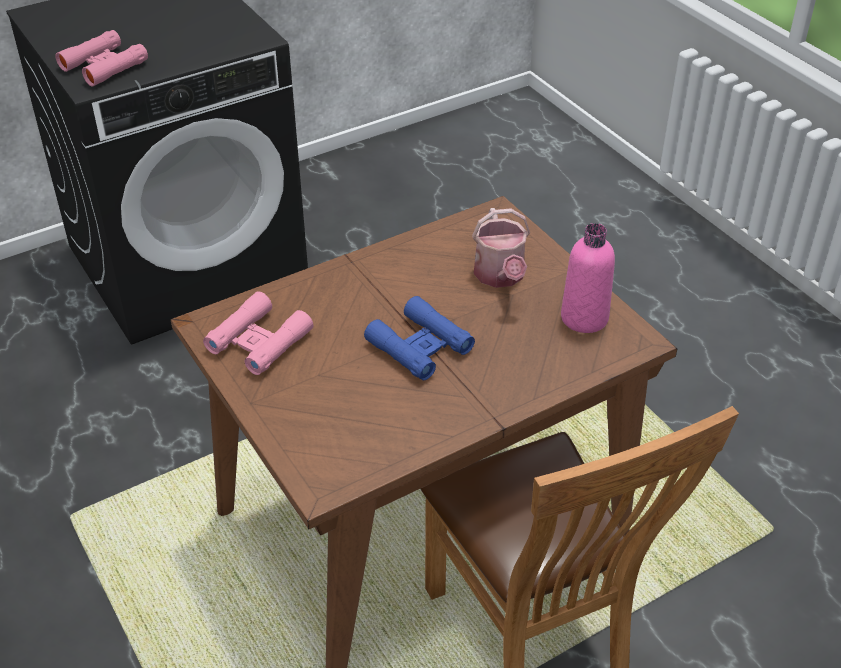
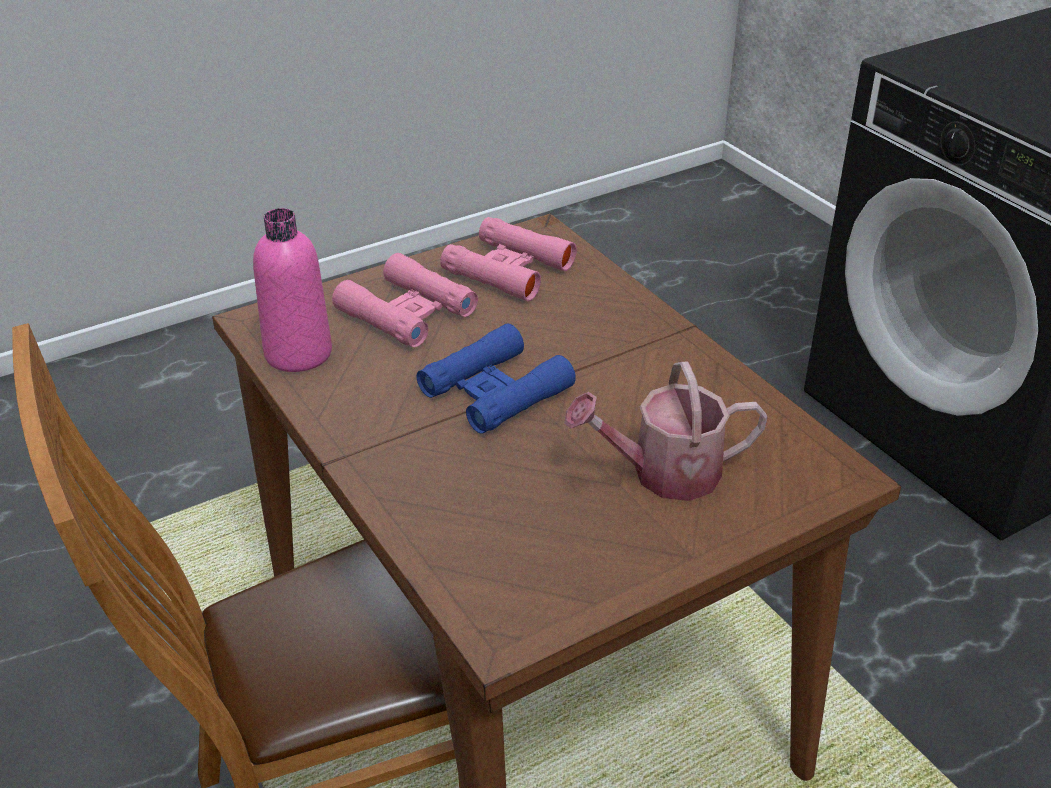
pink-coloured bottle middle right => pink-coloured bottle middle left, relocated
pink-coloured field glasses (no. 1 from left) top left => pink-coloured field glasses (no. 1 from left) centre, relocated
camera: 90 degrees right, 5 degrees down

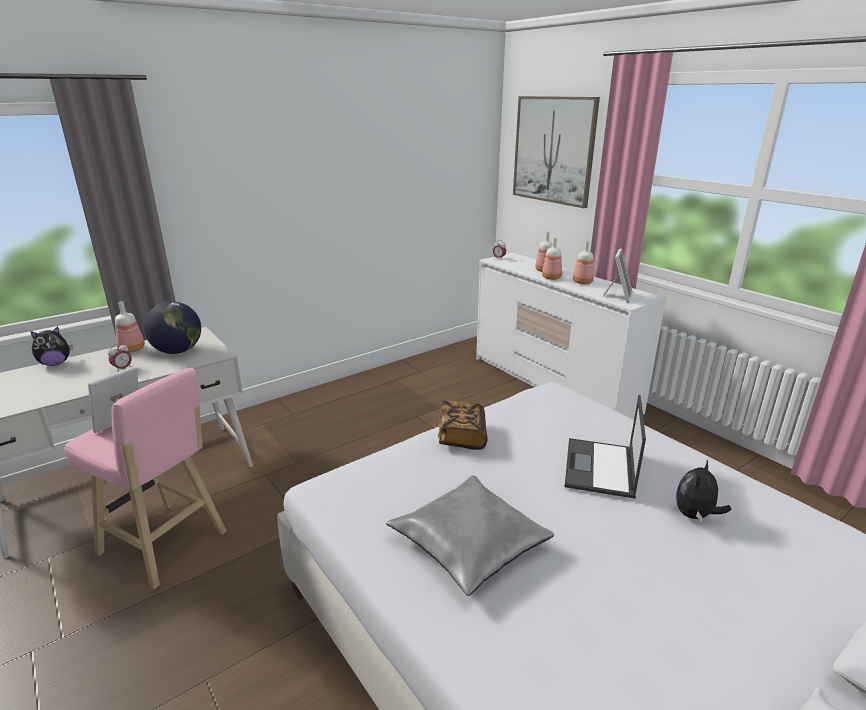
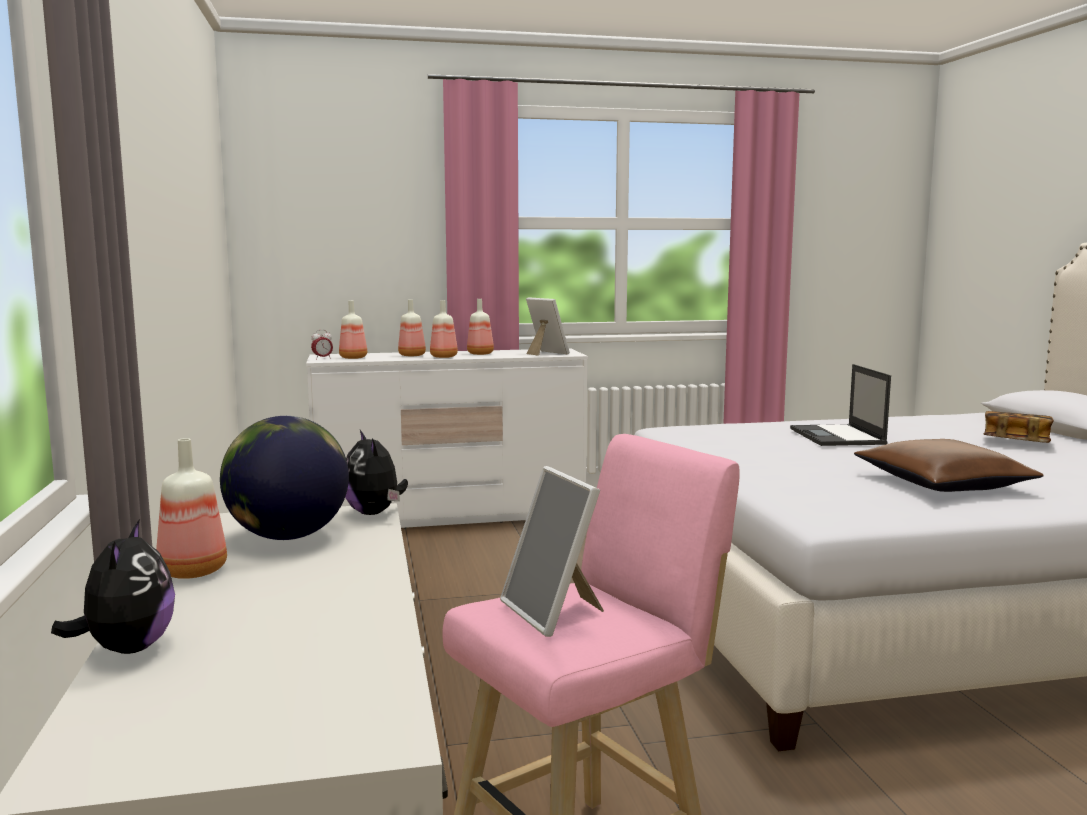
nothing => bottle (no. 2 from left) middle left
cuddly toy (no. 2 from left) bottom right => cuddly toy (no. 2 from left) centre, relocated
notebook computer middle right, 45 degrees clockwise
greyish pillow bottom centre => brown-coloured pillow middle right
book centre => book middle right, relocated
table clock (no. 1 from left) middle left => nothing
picture top centre => nothing
camera: 65 degrees left, 15 degrees down

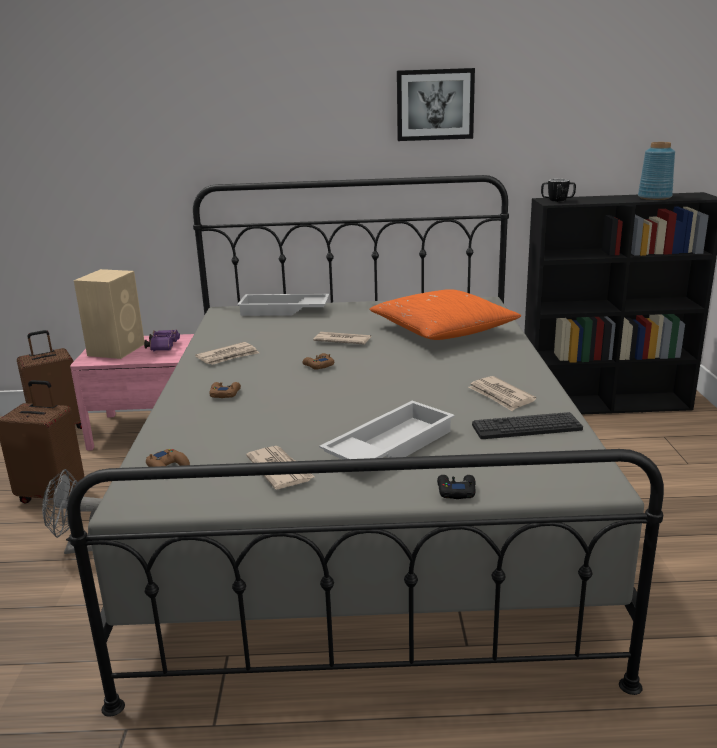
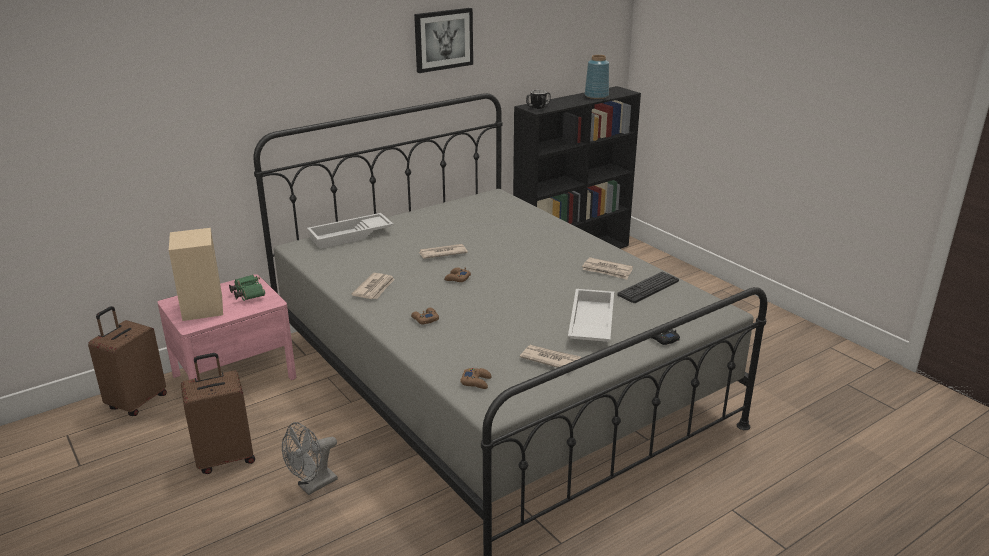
purplish field glasses middle left => green-coloured field glasses middle left
orange pillow centre => nothing
camera: 35 degrees left, 5 degrees up

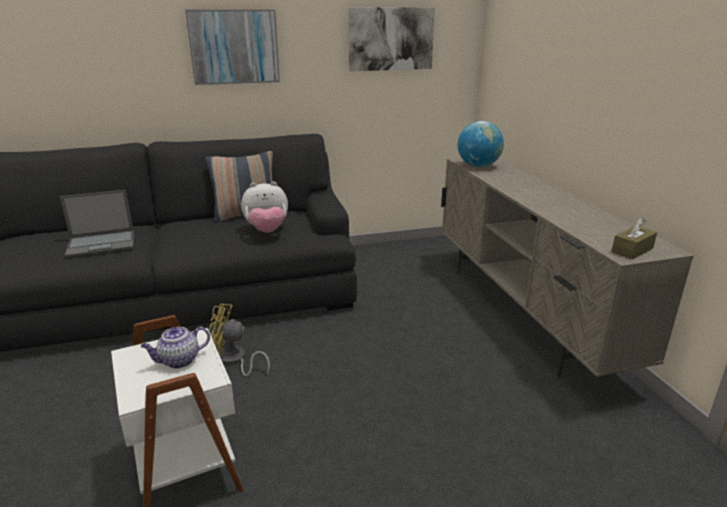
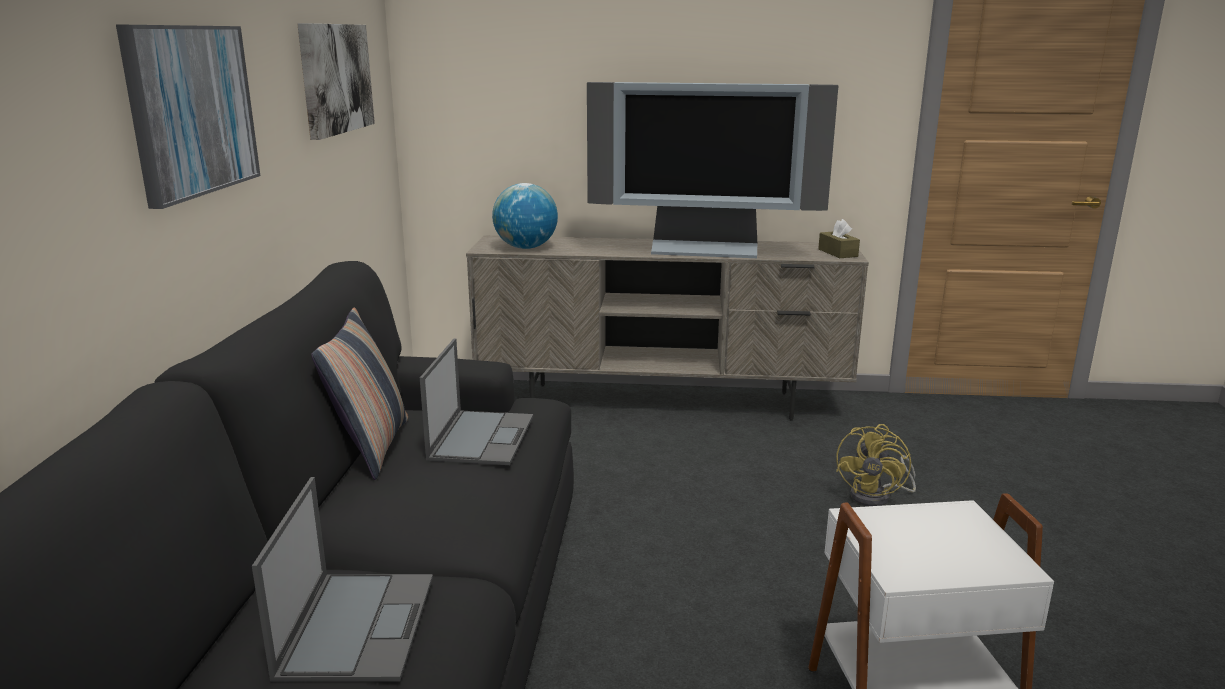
cuddly toy centre => notebook computer (no. 2 from left) centre
nothing => TV set top centre
yellow-coloured fan bottom left => yellow-coloured fan bottom right, relocated
tea pot bottom left => nothing
camera: 70 degrees left, 5 degrees down

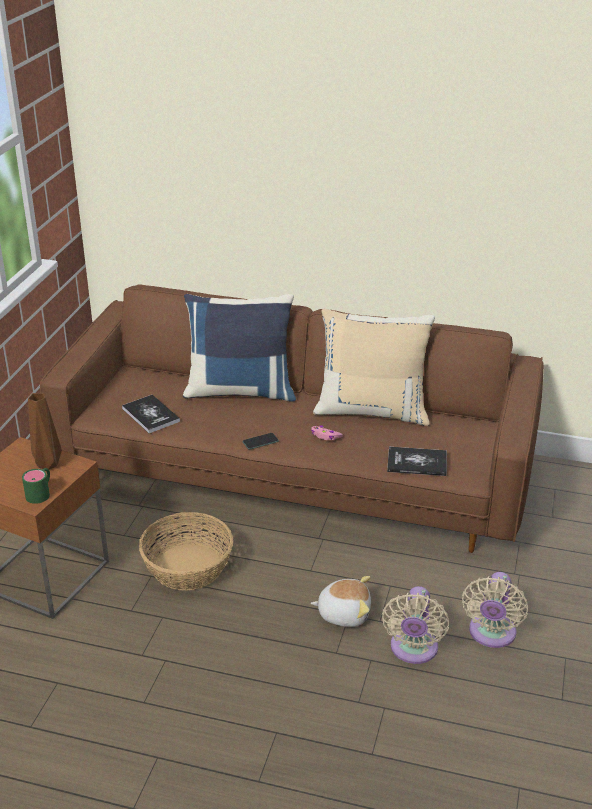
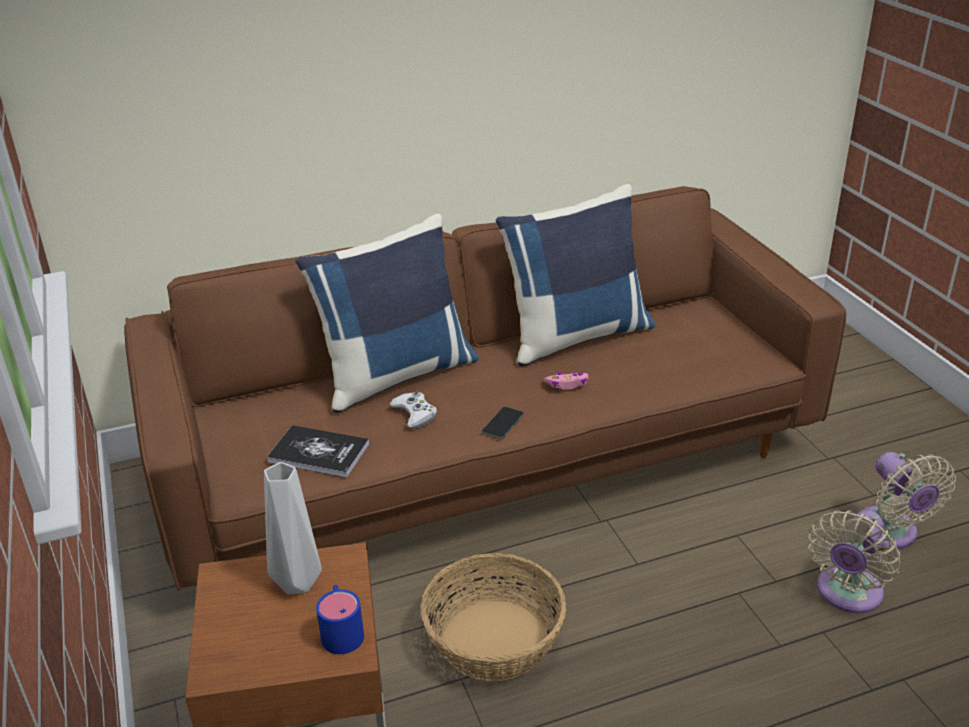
brown-coloured flower vase middle left => greyish flower vase bottom left
green-coloured coffee mug middle left => bluish coffee mug bottom centre
nothing => whitish joypad centre
sand-coloured pillow centre => bluish pillow (no. 2 from left) centre
sand-coloured fan (no. 1 from left) bottom right, 60 degrees clockwise
cuddly toy bottom centre => nothing
book (no. 2 from left) middle right => nothing
camera: 35 degrees left, 0 degrees up

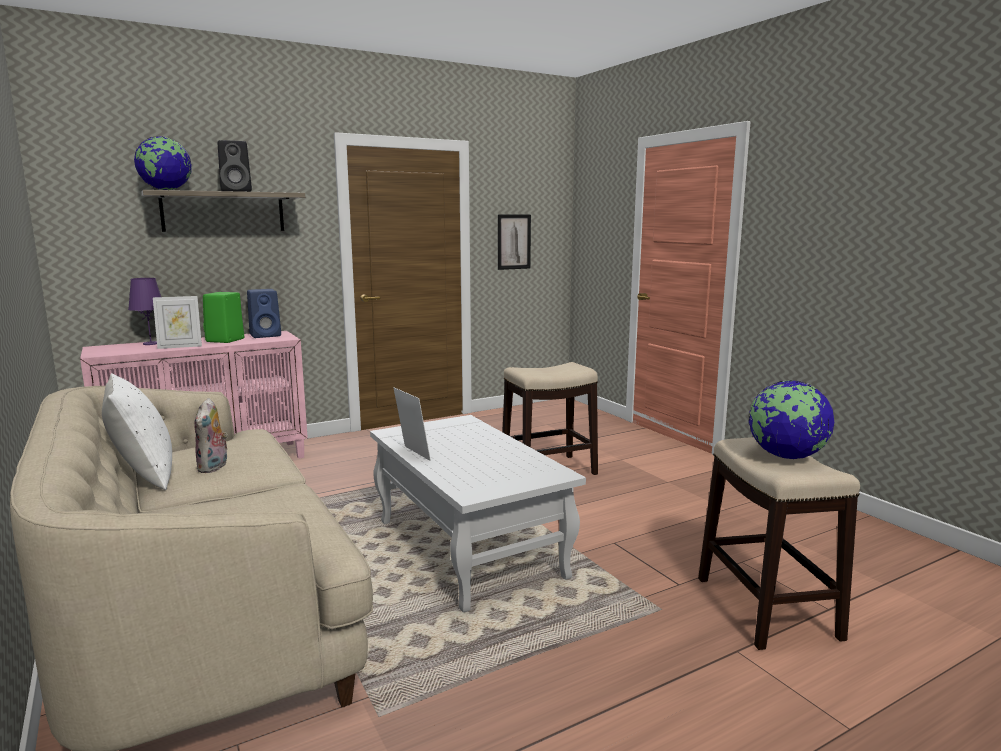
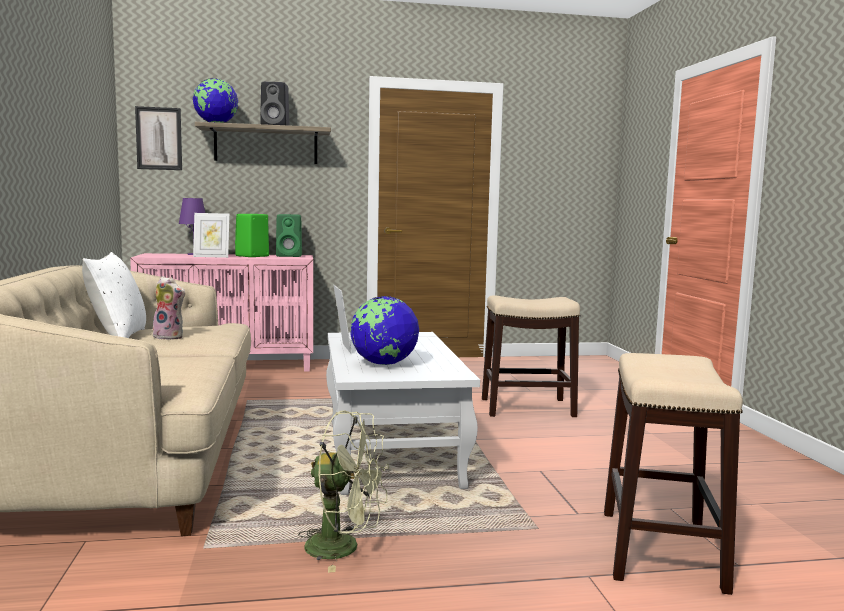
picture top centre => picture top left, relocated
cuddly toy middle left, 90 degrees counterclockwise
bluish speaker middle left => green-coloured speaker (no. 2 from left) centre
nothing => green-coloured fan bottom centre
desk globe (no. 2 from left) middle right => desk globe (no. 2 from left) centre, relocated
camera: 20 degrees right, 5 degrees down

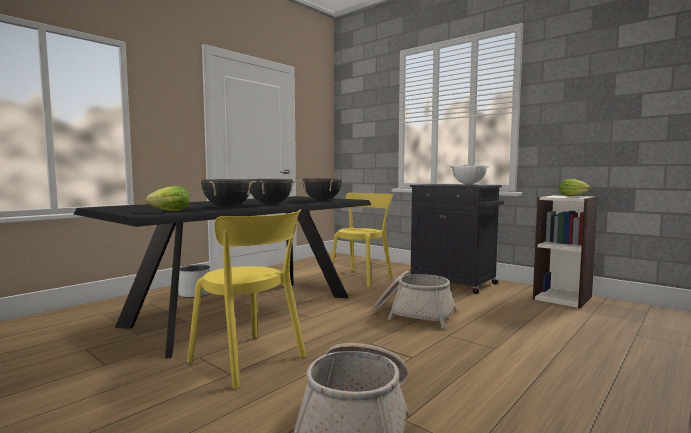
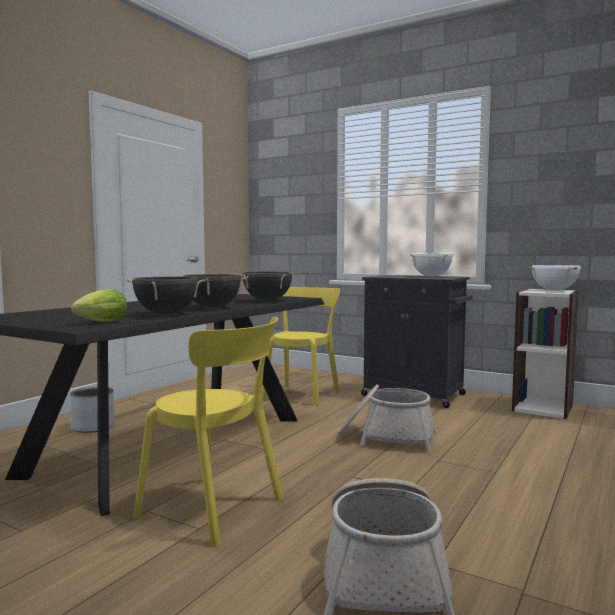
lettuce (no. 2 from left) middle right => whitish cooking pot (no. 2 from left) middle right
camera: 10 degrees left, 0 degrees up

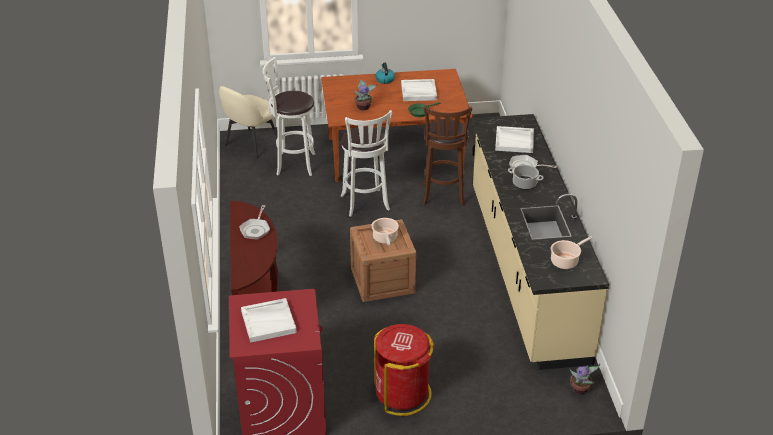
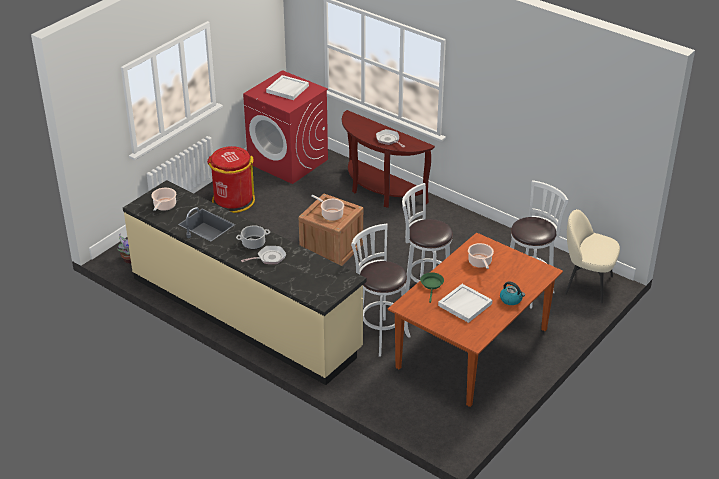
brown-coloured stool centre => whitish stool (no. 1 from left) centre
plant in a pot (no. 1 from left) top centre => cooking pot (no. 4 from left) middle right
sand-coloured plain chair top left => sand-coloured plain chair middle right, 60 degrees counterclockwise
whitish carrying tray (no. 3 from left) top centre => nothing
camera: 135 degrees right, 0 degrees up

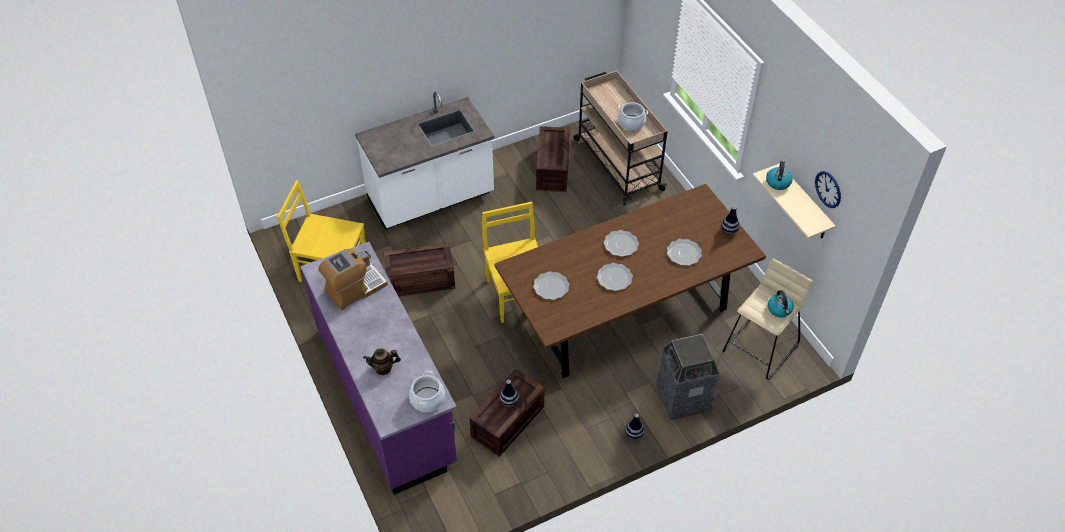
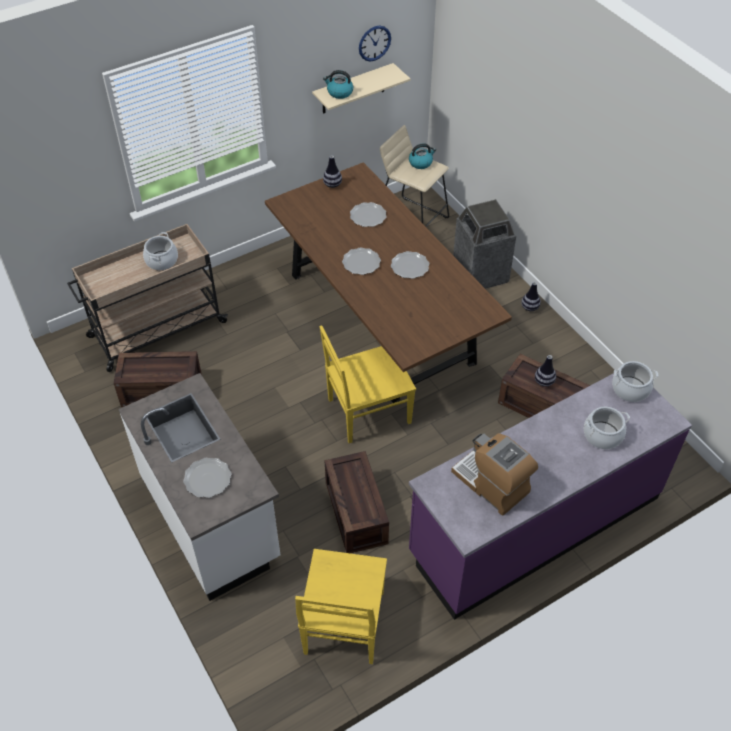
dinner plate (no. 1 from left) centre => dinner plate (no. 1 from left) middle left, relocated
tea pot bottom centre => cooking pot (no. 2 from left) middle right
camera: 95 degrees left, 0 degrees up

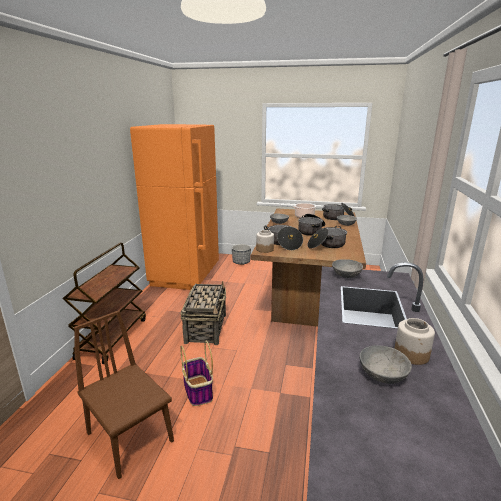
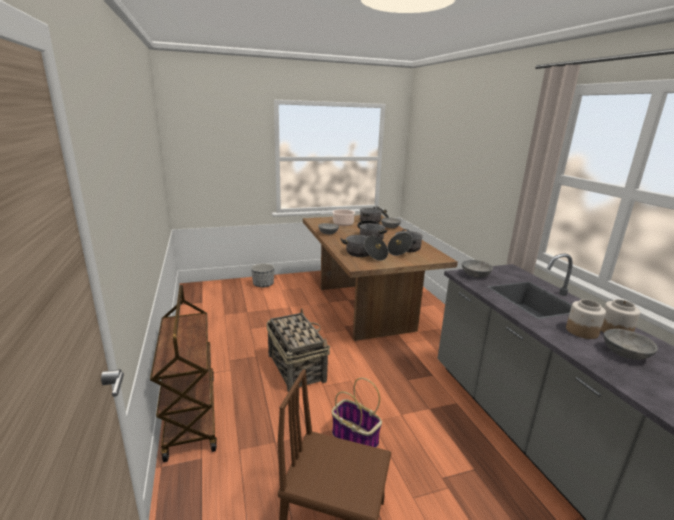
storage jar (no. 1 from left) centre => storage jar (no. 1 from left) middle right, relocated
orange fridge centre => nothing
camera: 30 degrees left, 0 degrees up

